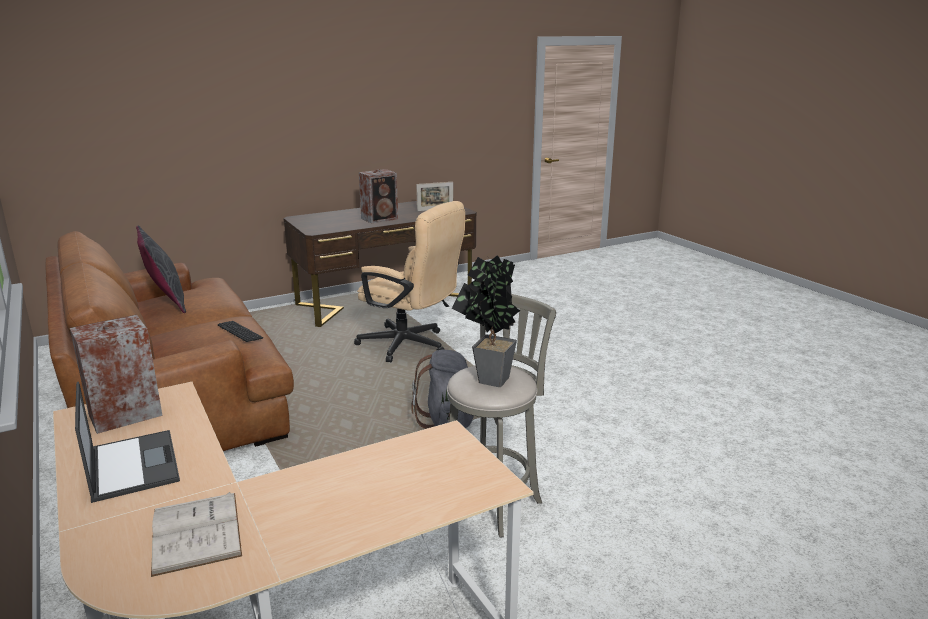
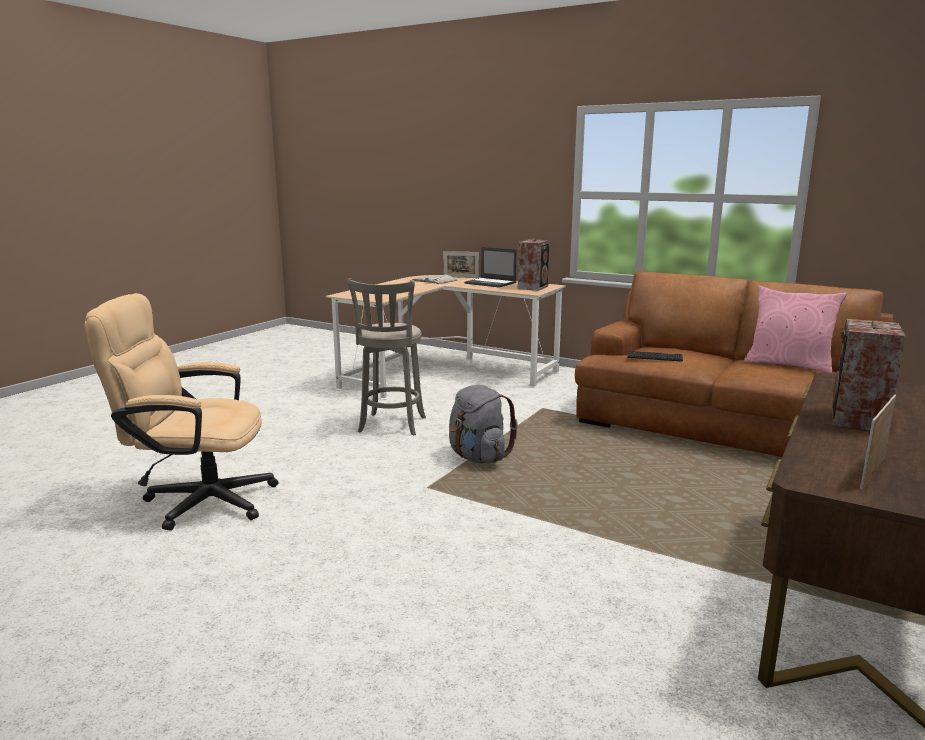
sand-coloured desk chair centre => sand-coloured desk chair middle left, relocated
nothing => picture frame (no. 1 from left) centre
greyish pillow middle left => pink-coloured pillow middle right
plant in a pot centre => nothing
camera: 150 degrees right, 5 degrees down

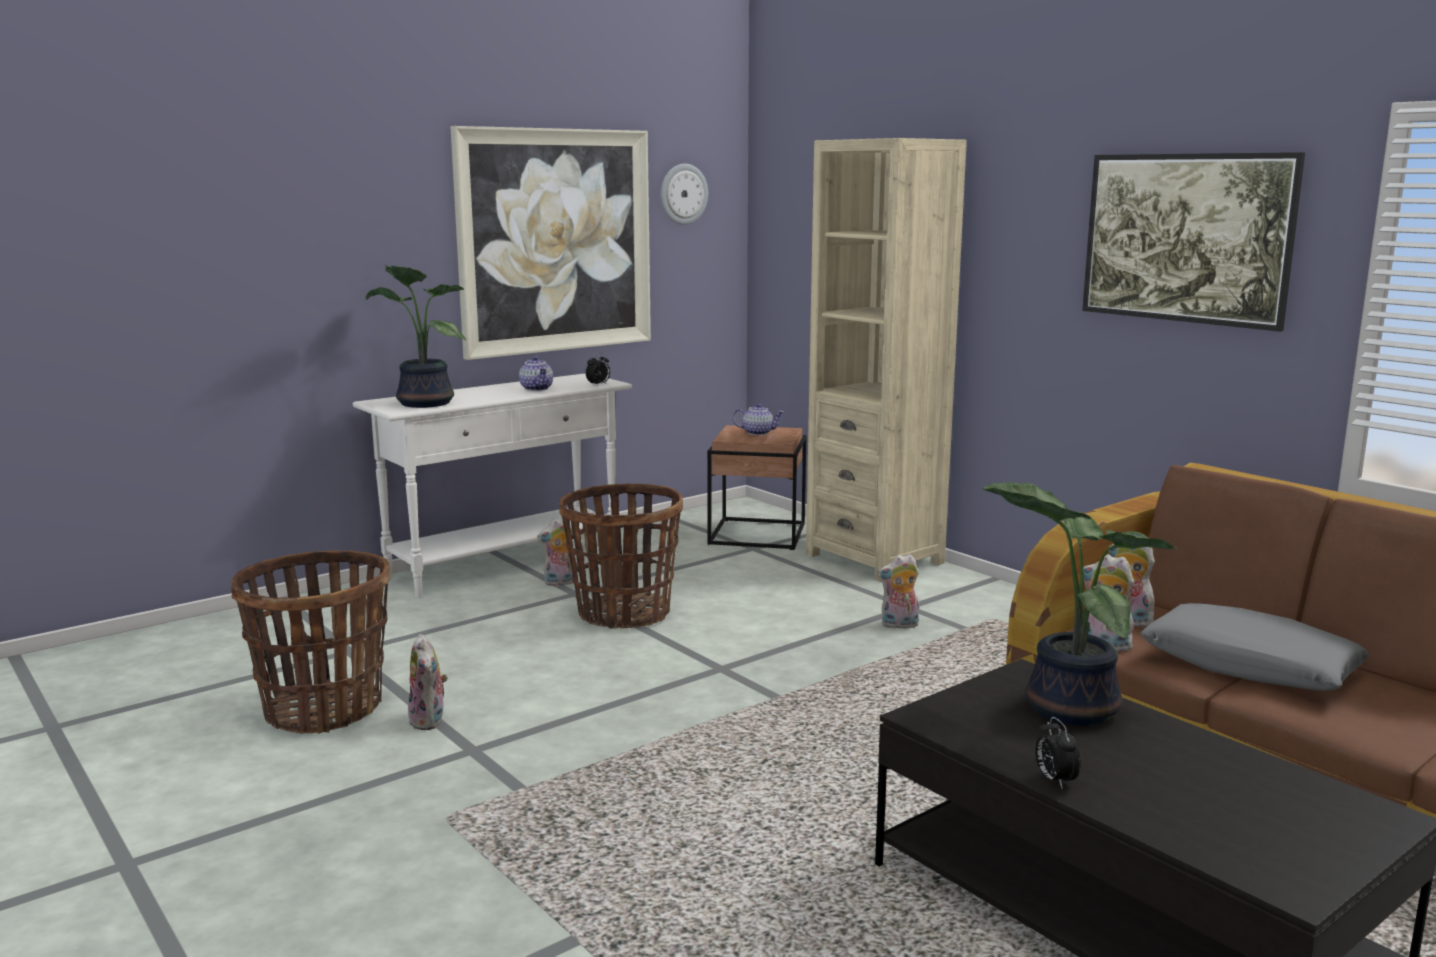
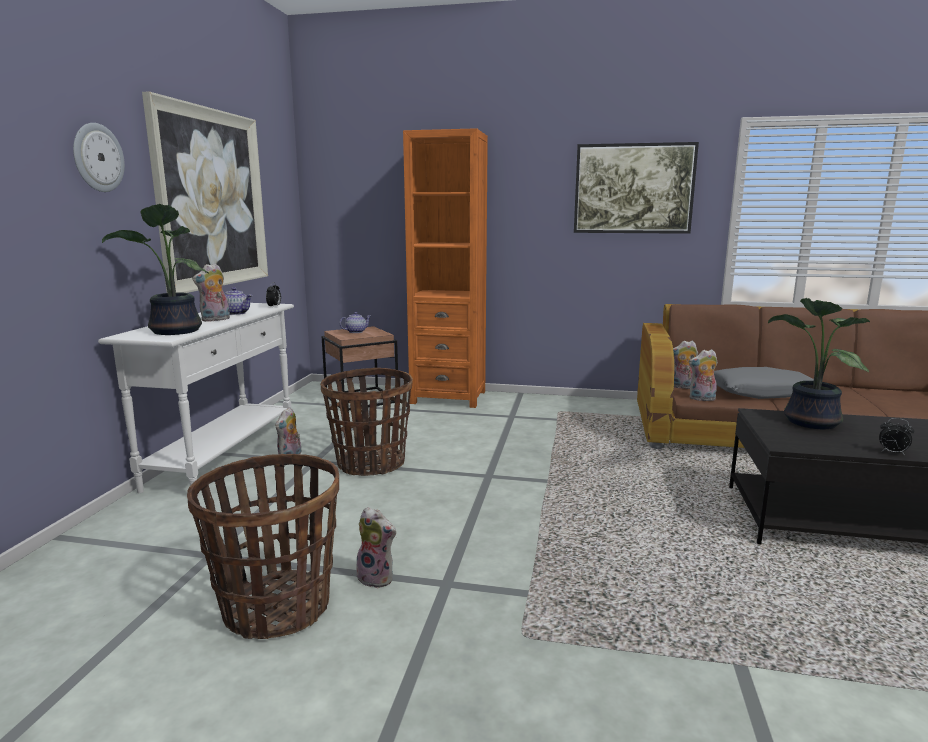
wall clock top centre => wall clock top left, relocated
cuddly toy (no. 3 from left in the first image) centre => cuddly toy (no. 1 from left) middle left, relocated
sand-coloured shelving unit centre => orange shelving unit centre
camera: 40 degrees left, 0 degrees up

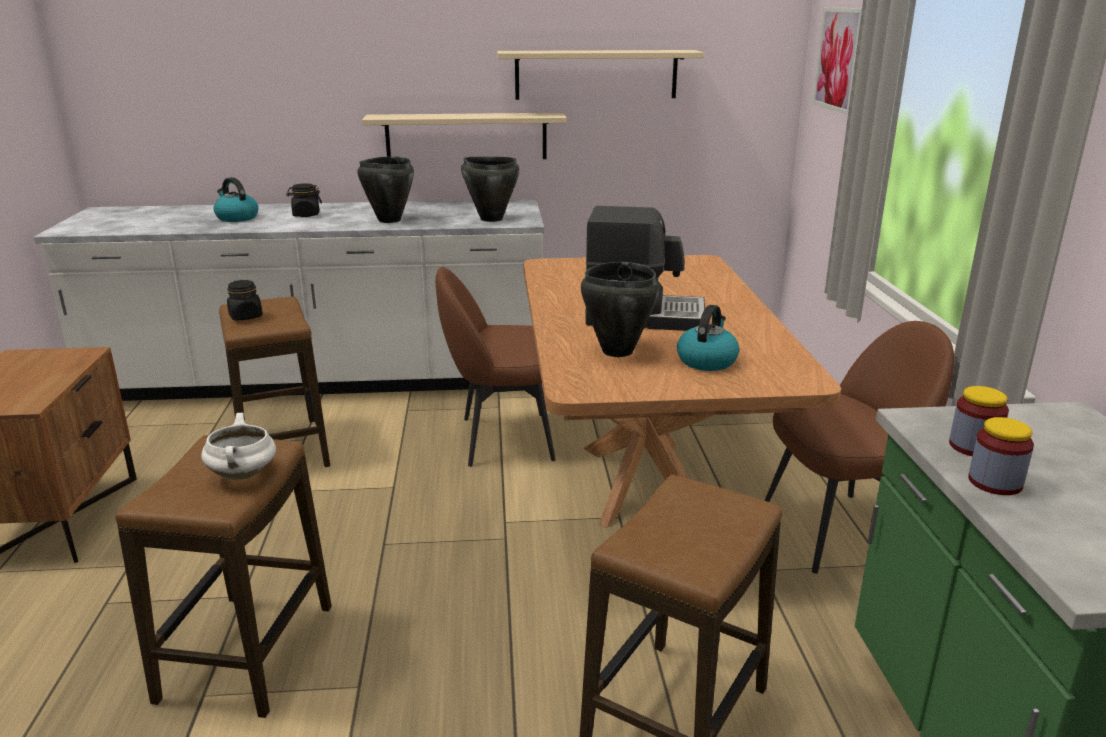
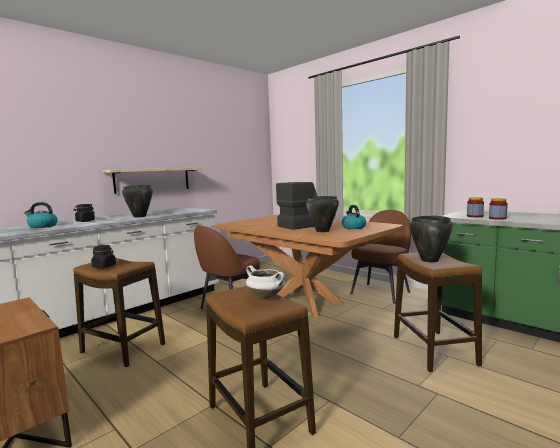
black cooking pot (no. 2 from left in the first image) top centre => black cooking pot (no. 3 from left) middle right, relocated
sand-coloured shelf (no. 2 from left) top centre => nothing
picture top right => nothing
camera: 40 degrees left, 15 degrees down

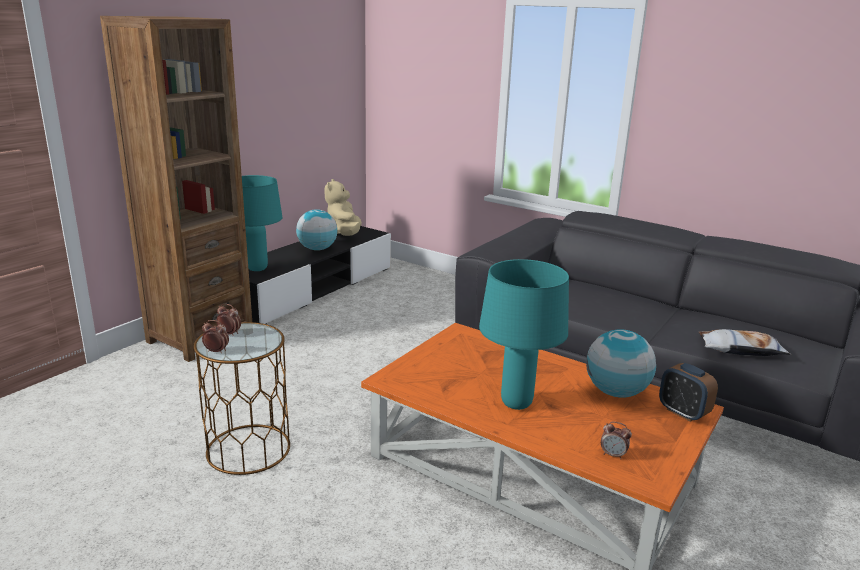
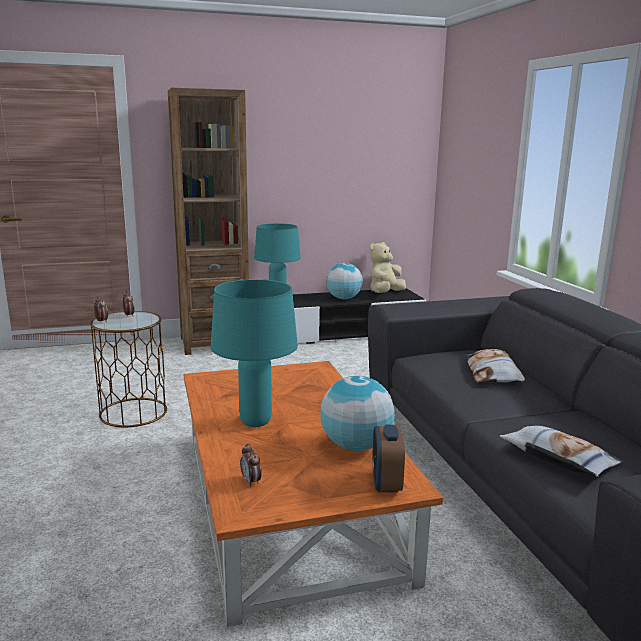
nothing => pillow (no. 1 from left) middle right
camera: 40 degrees right, 5 degrees down

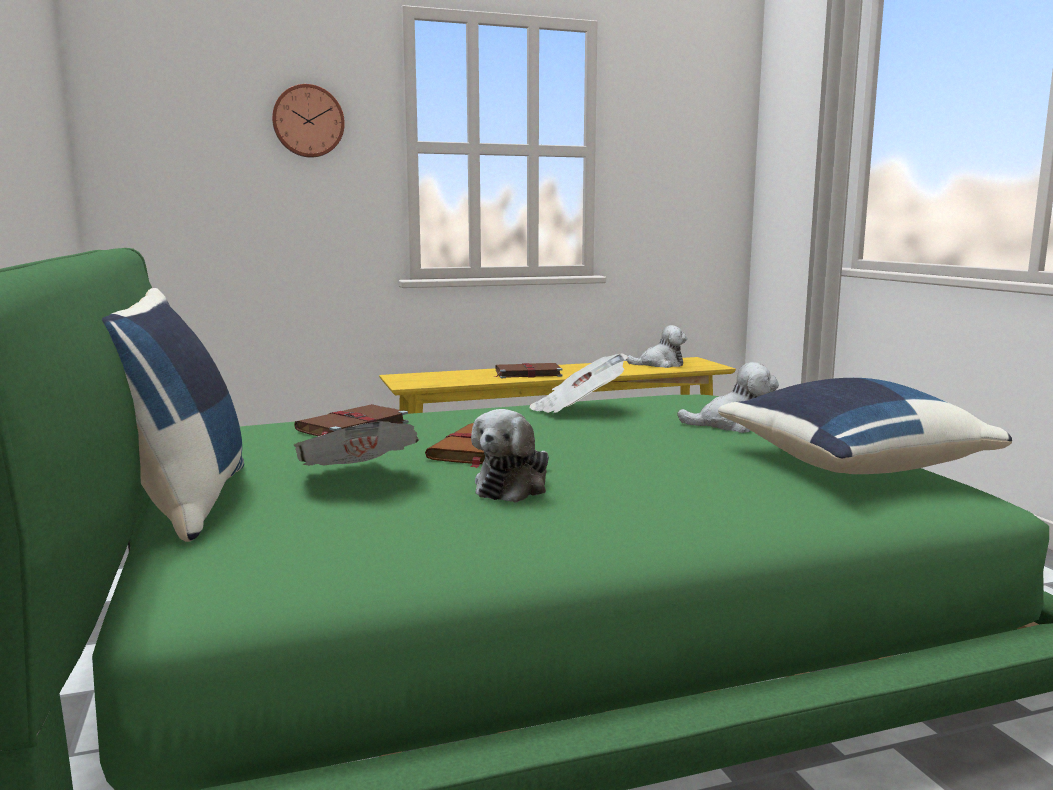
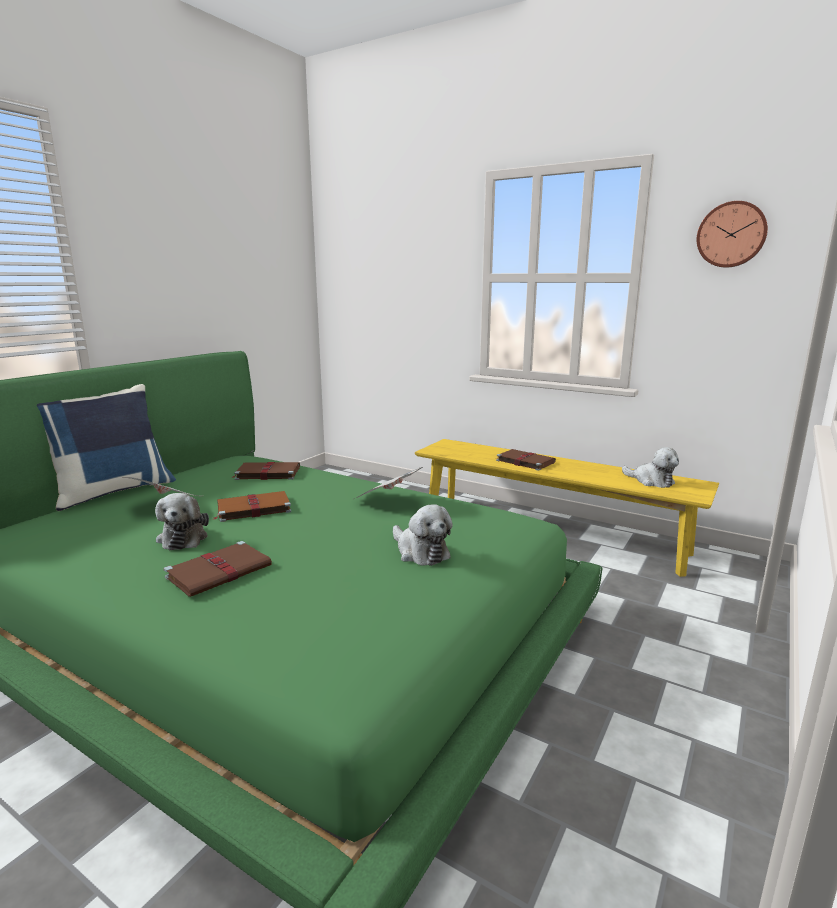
cuddly toy (no. 1 from left) centre => cuddly toy (no. 1 from left) middle left, 90 degrees counterclockwise
nothing => brown-coloured book (no. 1 from left) middle left
wall clock top left => wall clock top right, relocated
bluish pillow (no. 2 from left) middle right => nothing
camera: 50 degrees right, 5 degrees up

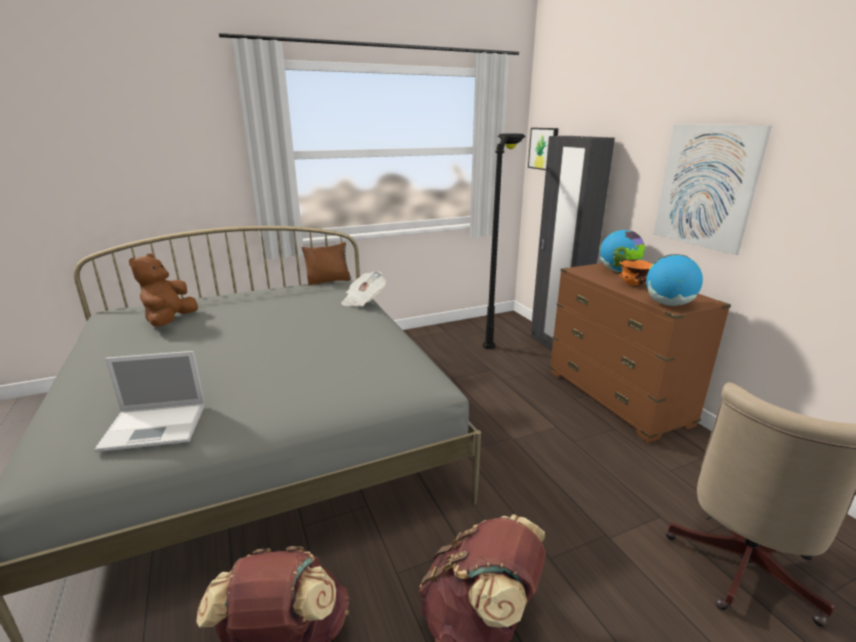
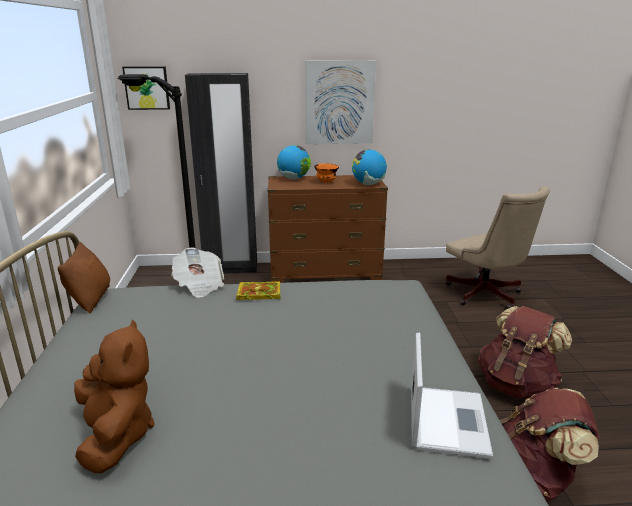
brown-coloured cuddly toy middle left => brown-coloured cuddly toy bottom left, 135 degrees counterclockwise
nothing => book centre
camera: 70 degrees left, 0 degrees up

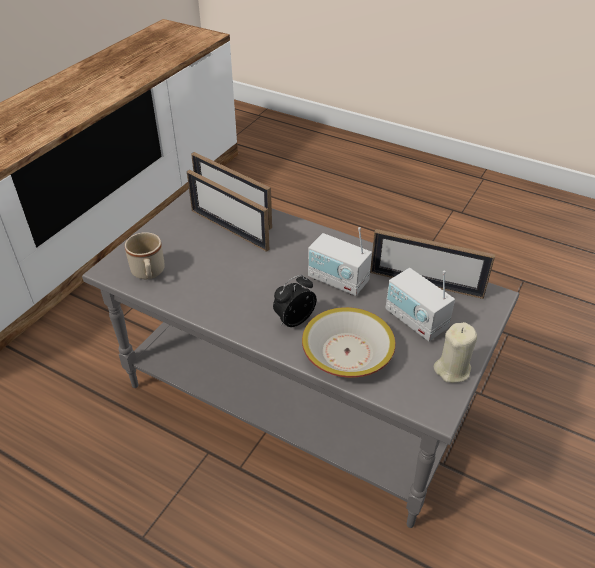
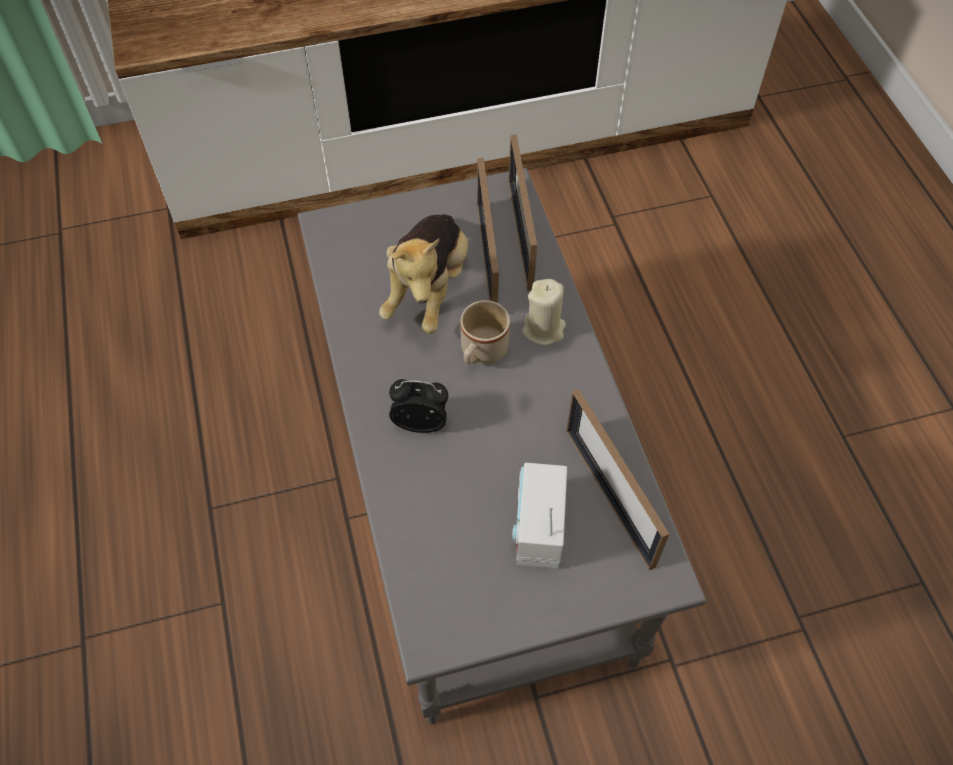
nothing => cuddly toy centre
sand-coloured coffee mug middle left => sand-coloured coffee mug centre, relocated
sand-coloured candle middle right => sand-coloured candle centre, relocated
serving bowl centre => nothing
radio receiver (no. 1 from left) centre => nothing
camera: 45 degrees right, 15 degrees up

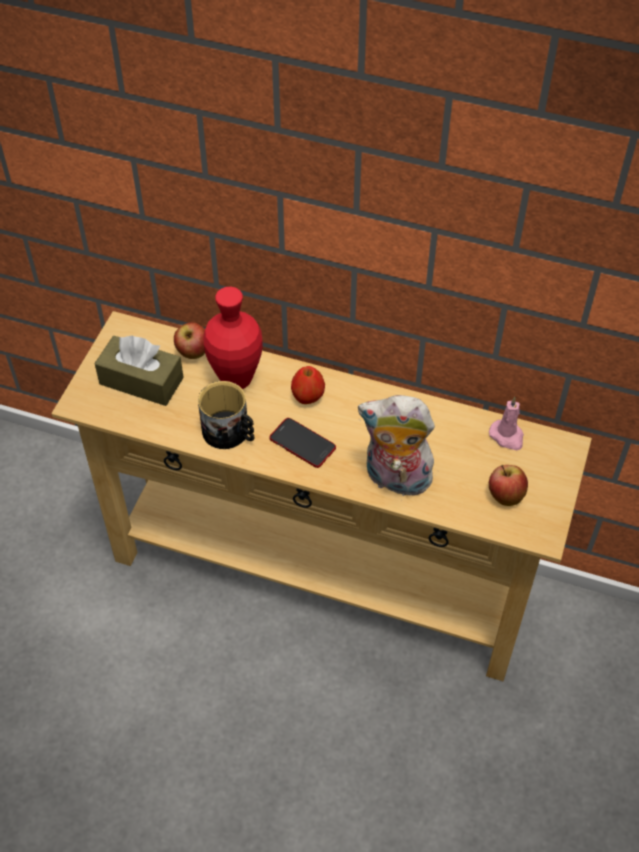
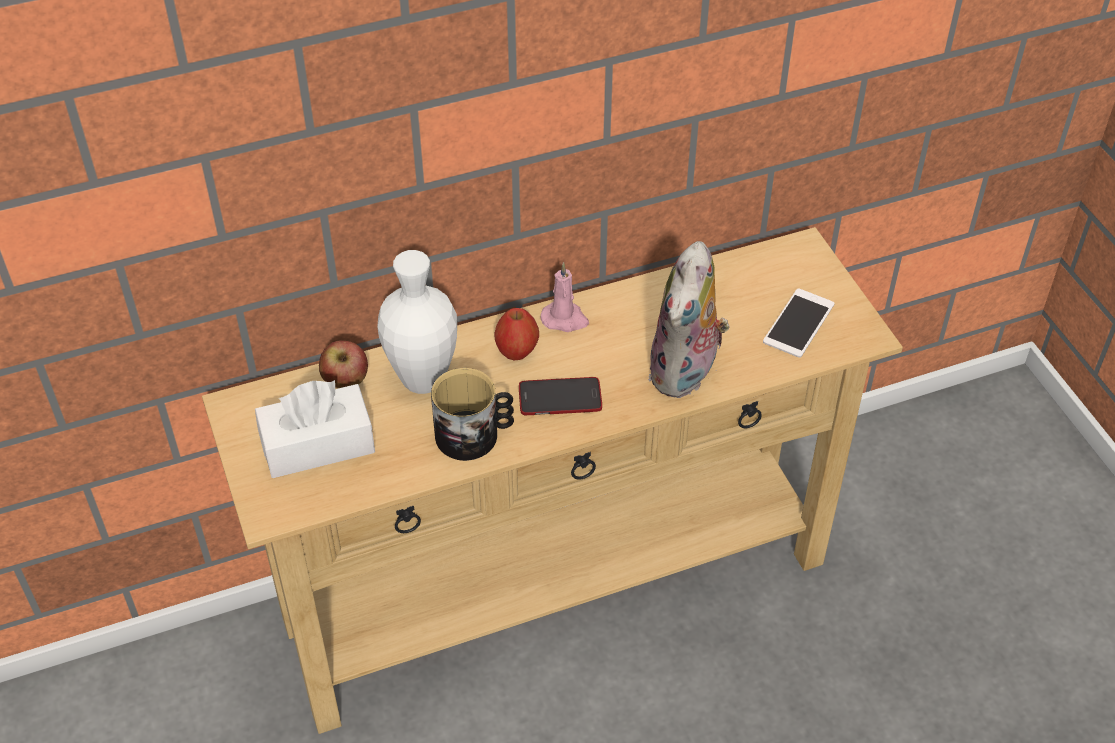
brown-coloured tissue holder middle left => whitish tissue holder middle left
red flower vase centre => whitish flower vase centre
pink-coloured candle middle right => pink-coloured candle centre, relocated
cuddly toy centre, 45 degrees counterclockwise
apple (no. 3 from left) middle right => telephone (no. 2 from left) middle right
camera: 40 degrees left, 5 degrees down

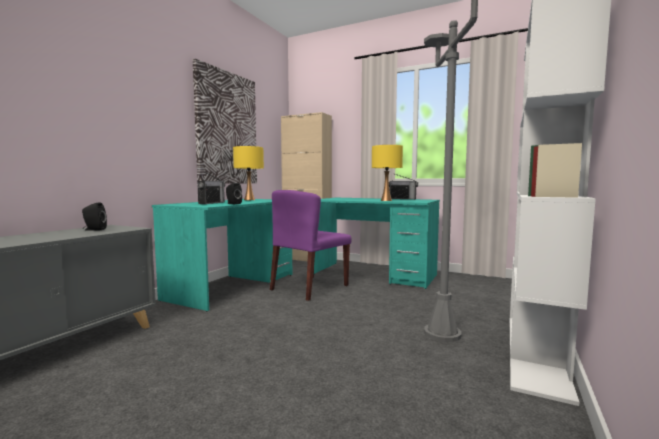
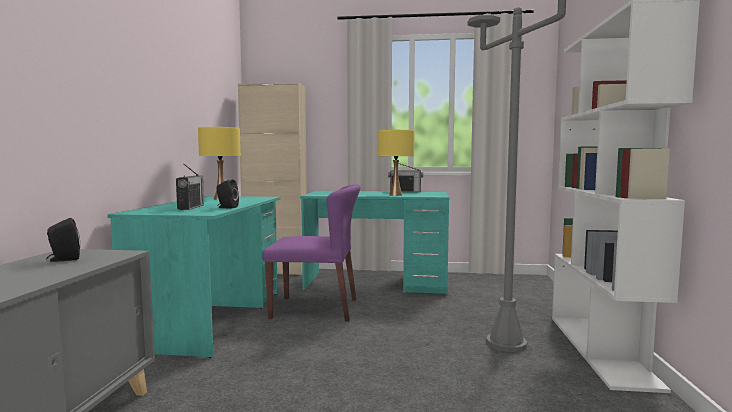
purplish plain chair centre, 105 degrees counterclockwise
picture top centre => nothing
camera: 20 degrees left, 0 degrees up

